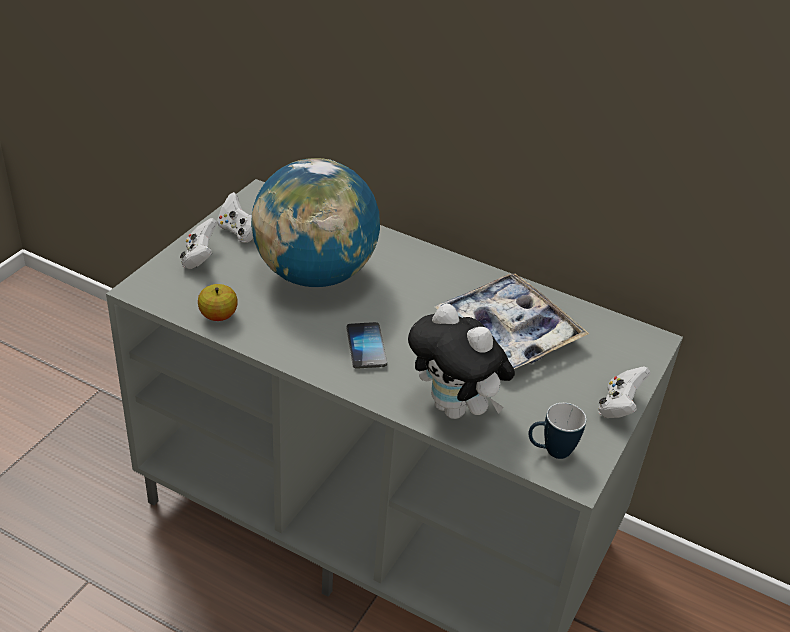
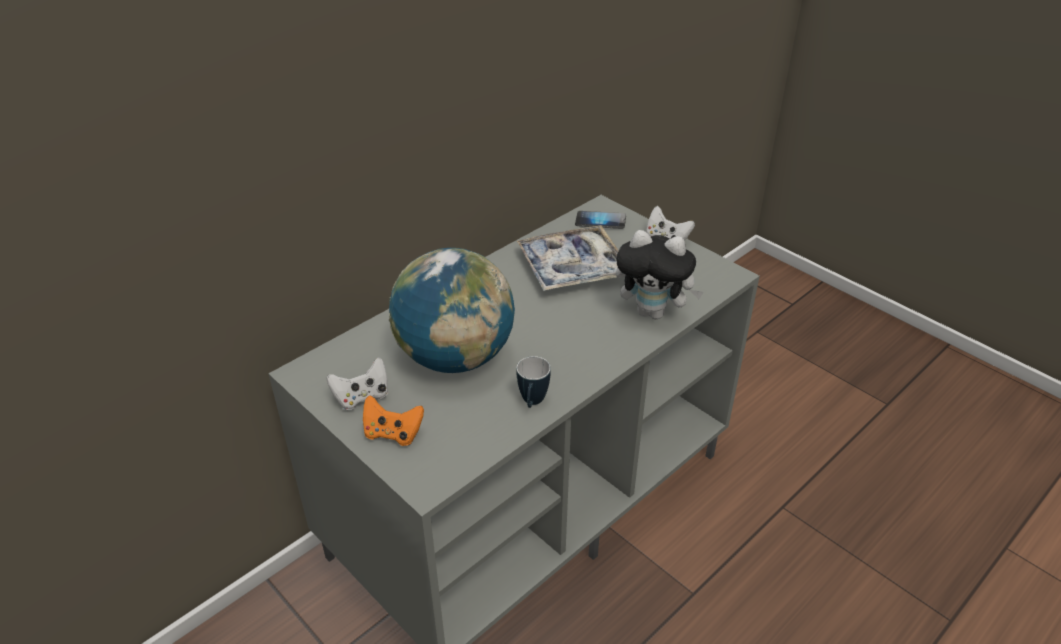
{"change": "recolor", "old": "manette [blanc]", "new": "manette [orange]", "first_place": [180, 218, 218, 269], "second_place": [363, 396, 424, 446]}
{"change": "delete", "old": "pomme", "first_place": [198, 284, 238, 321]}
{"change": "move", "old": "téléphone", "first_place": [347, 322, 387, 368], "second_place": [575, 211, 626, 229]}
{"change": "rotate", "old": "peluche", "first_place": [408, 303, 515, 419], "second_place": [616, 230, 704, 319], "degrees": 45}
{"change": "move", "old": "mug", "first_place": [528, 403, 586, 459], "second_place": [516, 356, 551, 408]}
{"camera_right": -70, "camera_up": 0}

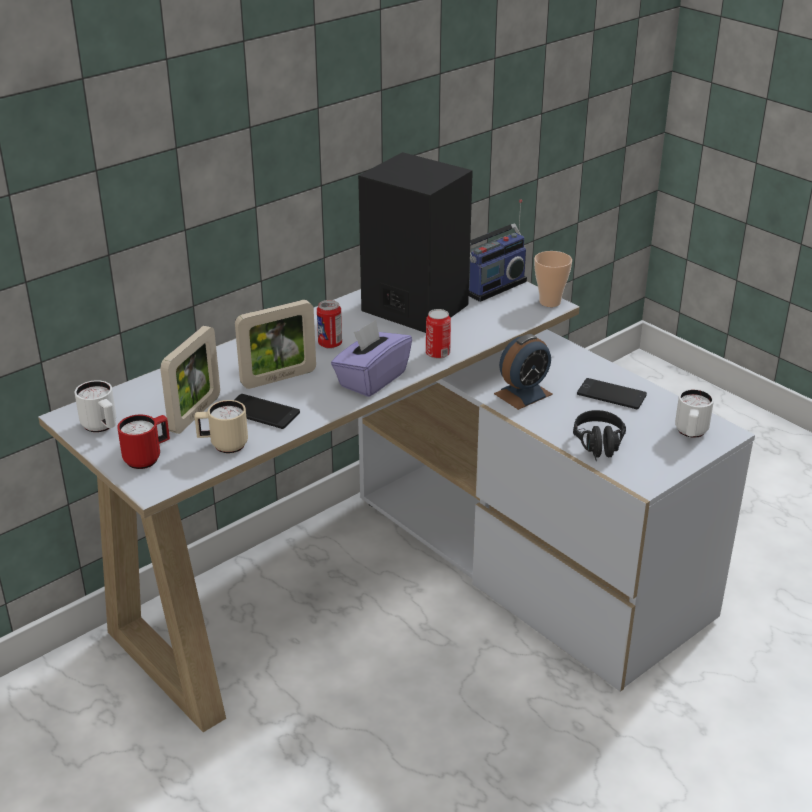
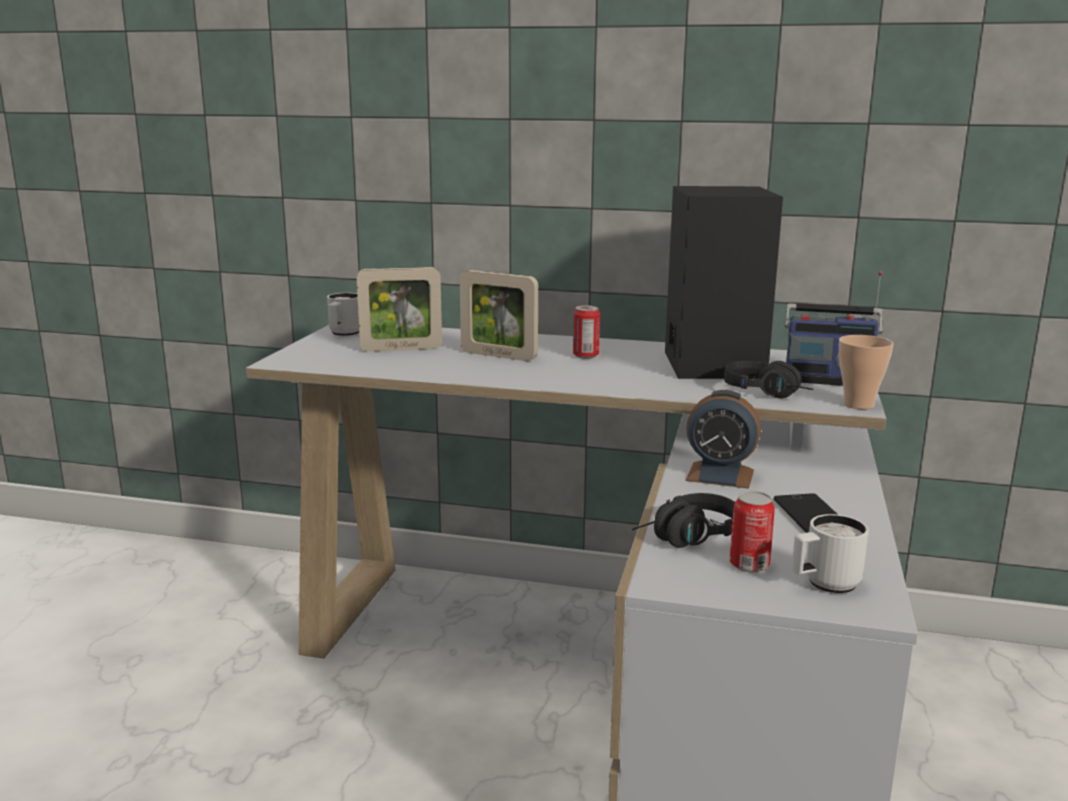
{"change": "delete", "old": "mug [rouge]", "first_place": [117, 415, 170, 469]}
{"change": "delete", "old": "mug [beige]", "first_place": [195, 400, 248, 453]}
{"change": "delete", "old": "téléphone", "first_place": [234, 394, 300, 429]}
{"change": "delete", "old": "boîte à mouchoirs [violet]", "first_place": [331, 319, 412, 397]}
{"change": "move", "old": "boîte métallique", "first_place": [426, 309, 451, 359], "second_place": [729, 491, 775, 573]}
{"change": "insert", "new": "casque audio [noir]", "second_place": [724, 361, 813, 399]}
{"camera_right": 55, "camera_up": -15}

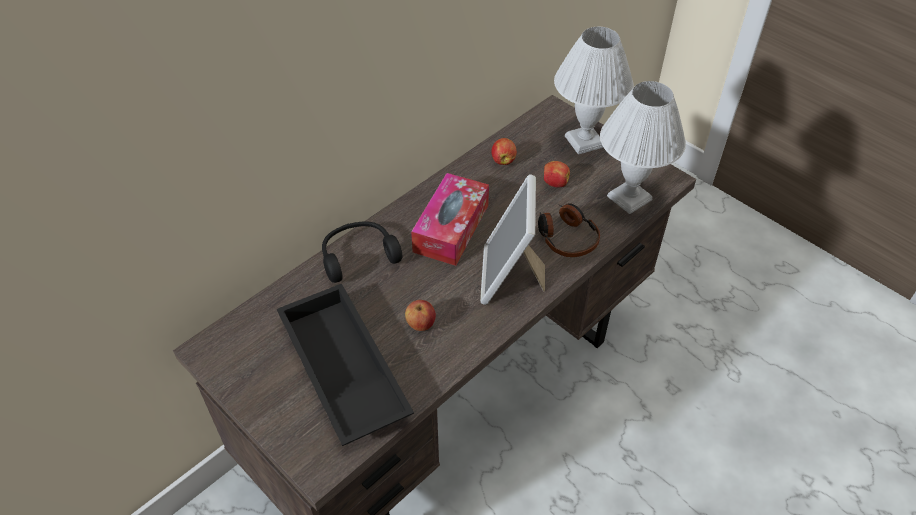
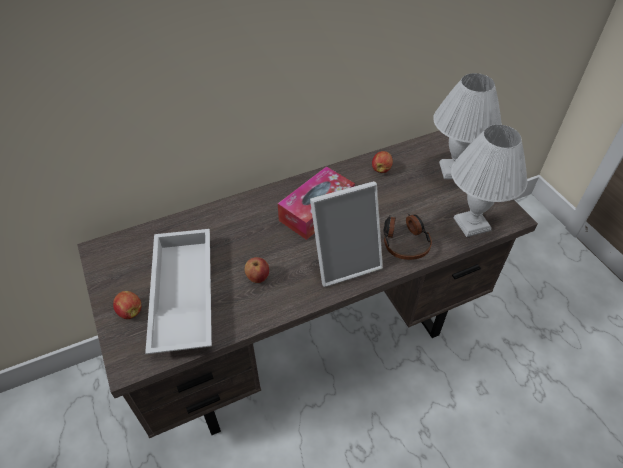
{"change": "recolor", "old": "plateau [noir]", "new": "plateau [blanc]", "first_place": [277, 283, 414, 446], "second_place": [145, 229, 212, 354]}
{"change": "delete", "old": "casque audio [noir]", "first_place": [322, 221, 402, 283]}
{"change": "rotate", "old": "cadre photo", "first_place": [480, 175, 545, 305], "second_place": [310, 181, 383, 287], "degrees": -135}
{"change": "move", "old": "pomme", "first_place": [544, 161, 570, 188], "second_place": [113, 291, 141, 319]}
{"camera_right": 20, "camera_up": 0}

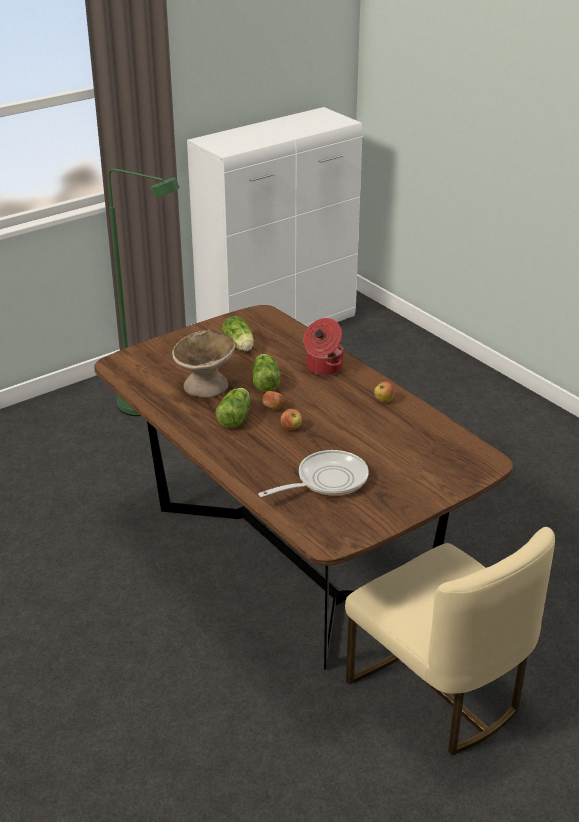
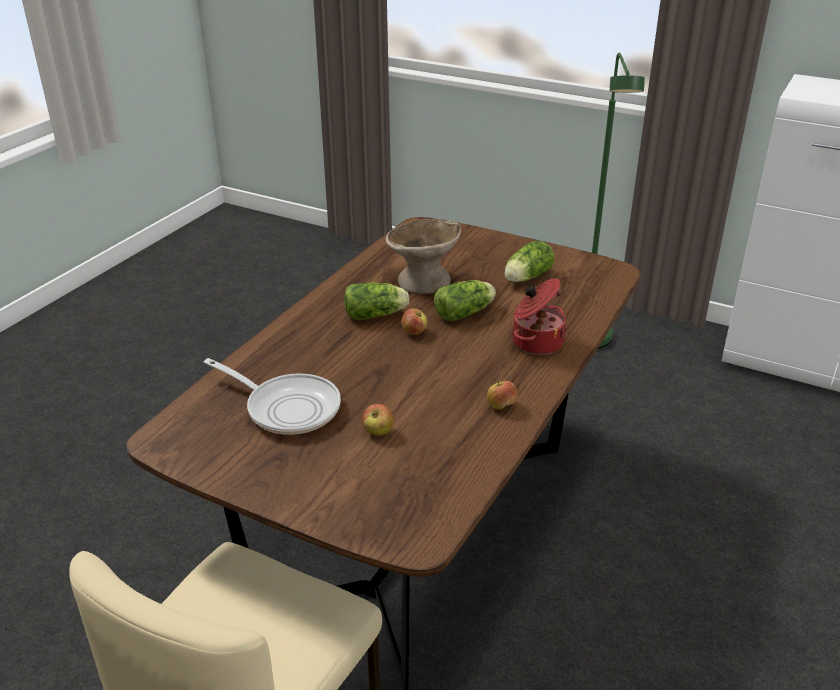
{"change": "move", "old": "pomme", "first_place": [281, 409, 302, 430], "second_place": [362, 404, 394, 436]}
{"camera_right": 65, "camera_up": 0}

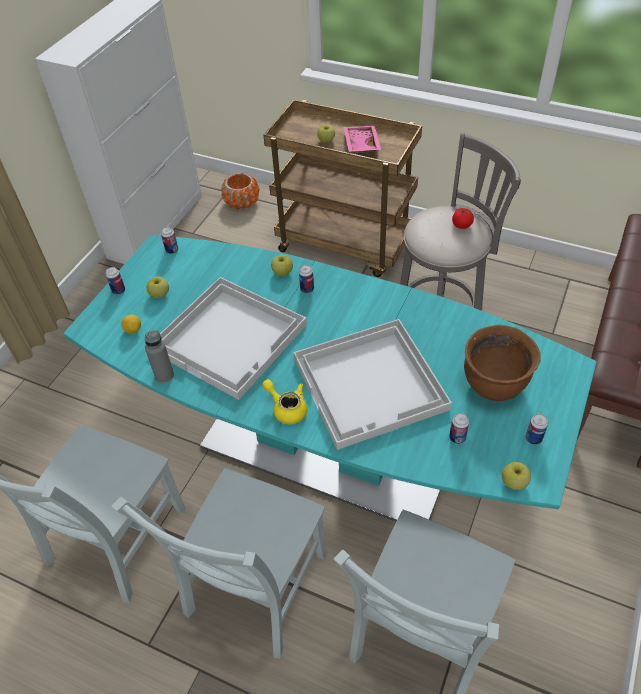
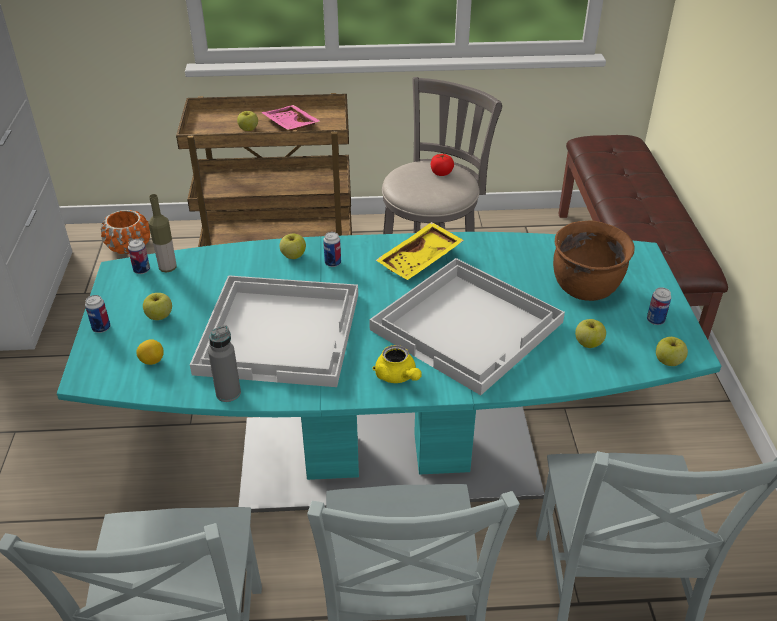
{"change": "rotate", "old": "théière [jaune]", "first_place": [262, 379, 307, 424], "second_place": [372, 345, 422, 383], "degrees": -135}
{"change": "replace", "old": "boîte métallique", "new": "pomme", "first_place": [449, 413, 469, 444], "second_place": [575, 319, 606, 348]}
{"change": "insert", "new": "bouteille", "second_place": [148, 194, 177, 272]}
{"change": "insert", "new": "plateau [jaune]", "second_place": [376, 222, 464, 280]}
{"camera_right": -30, "camera_up": -10}

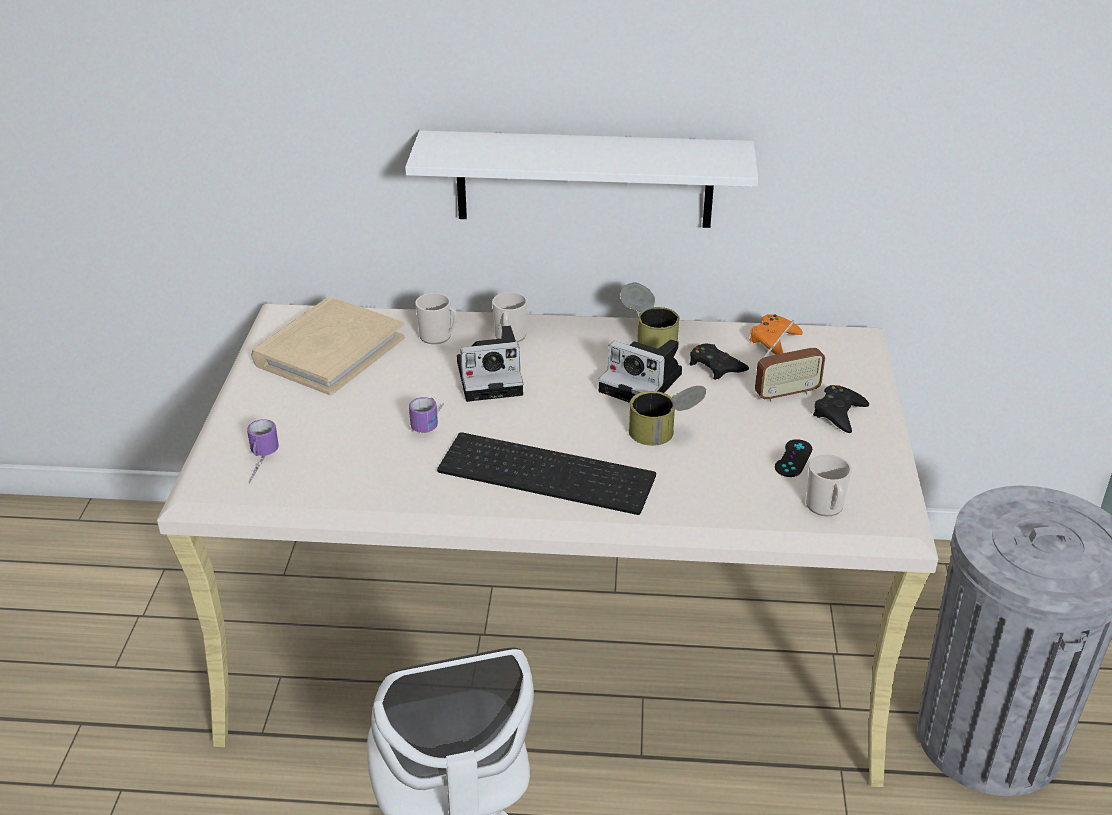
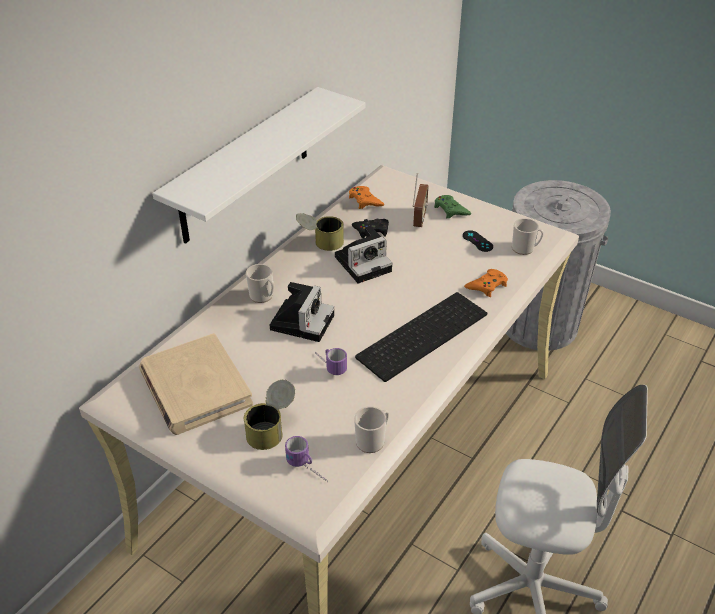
{"change": "move", "old": "mug", "first_place": [415, 293, 457, 344], "second_place": [354, 406, 389, 453]}
{"change": "move", "old": "boîte métallique", "first_place": [629, 386, 706, 446], "second_place": [244, 380, 295, 450]}
{"change": "recolor", "old": "manette [noir]", "new": "manette [vert]", "first_place": [813, 385, 869, 433], "second_place": [434, 195, 471, 218]}
{"change": "insert", "new": "manette [orange]", "second_place": [464, 269, 508, 297]}
{"camera_right": -60, "camera_up": 5}

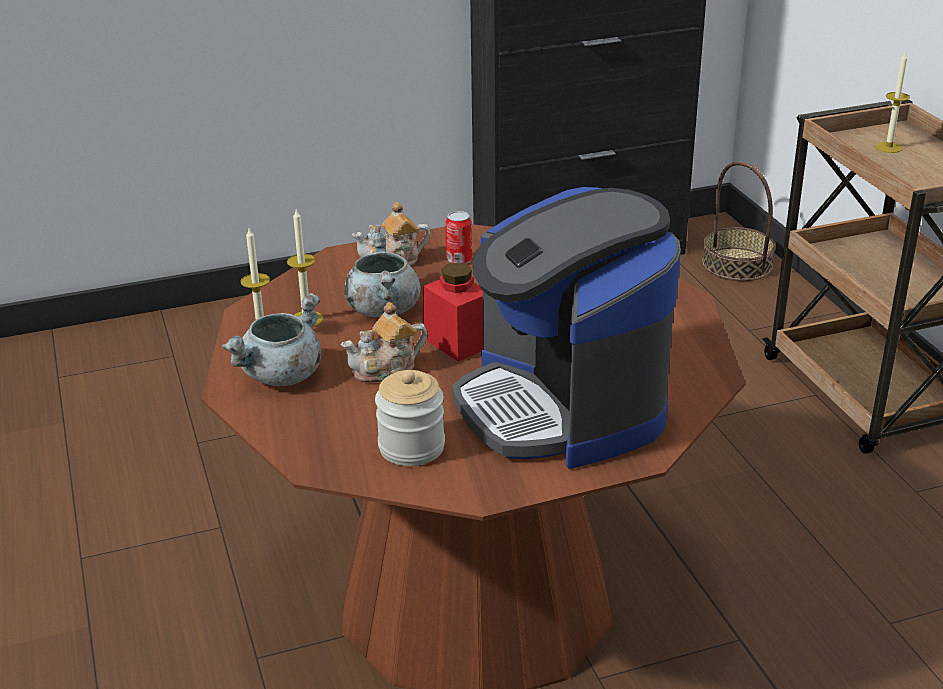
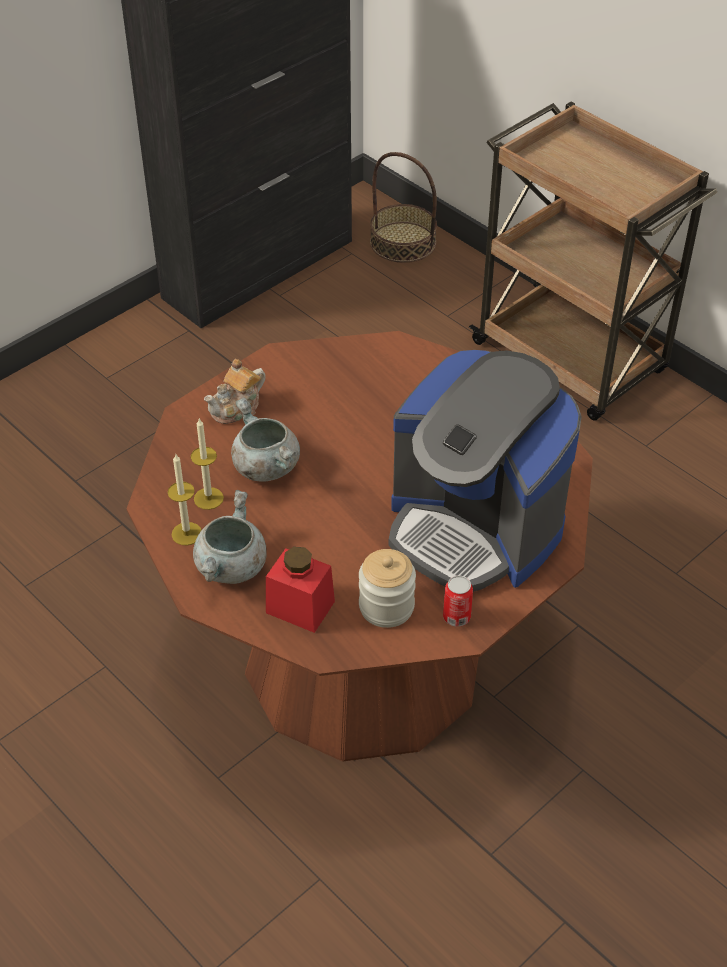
{"change": "delete", "old": "théière", "first_place": [341, 302, 427, 382]}
{"change": "move", "old": "bocal [rouge]", "first_place": [423, 262, 483, 362], "second_place": [266, 547, 335, 633]}
{"change": "move", "old": "boîte métallique", "first_place": [445, 211, 472, 264], "second_place": [443, 576, 473, 627]}
{"change": "delete", "old": "bougie", "first_place": [875, 51, 910, 153]}
{"camera_right": -25, "camera_up": 15}

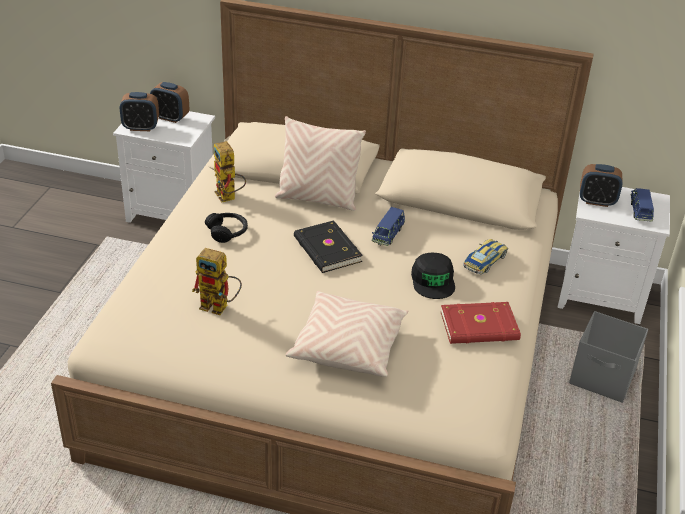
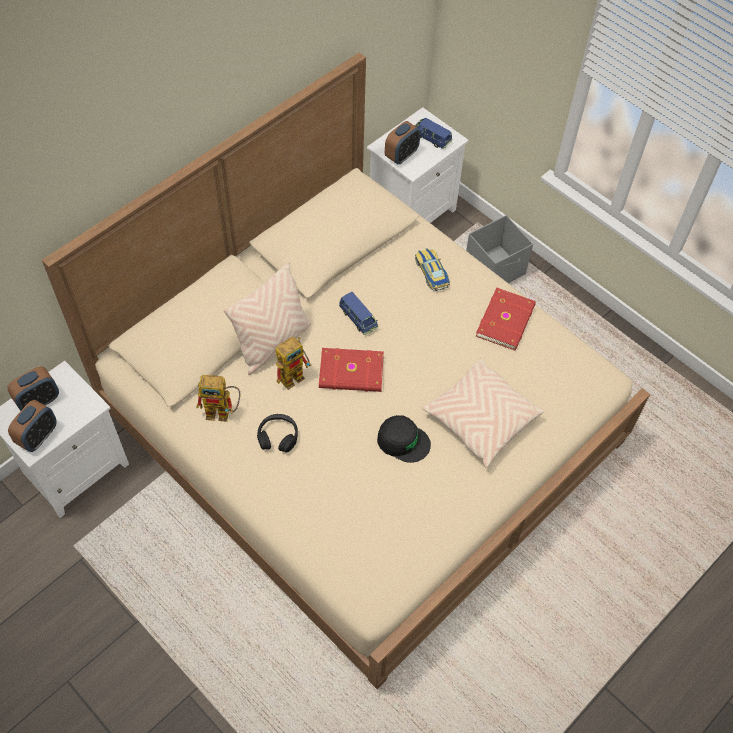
{"change": "move", "old": "robot jouet", "first_place": [192, 248, 242, 315], "second_place": [276, 337, 312, 390]}
{"change": "recolor", "old": "livre [noir]", "new": "livre [rouge]", "first_place": [294, 220, 363, 273], "second_place": [319, 348, 384, 392]}
{"change": "move", "old": "casquette [noir]", "first_place": [411, 252, 455, 299], "second_place": [377, 415, 431, 463]}
{"camera_right": -60, "camera_up": 20}

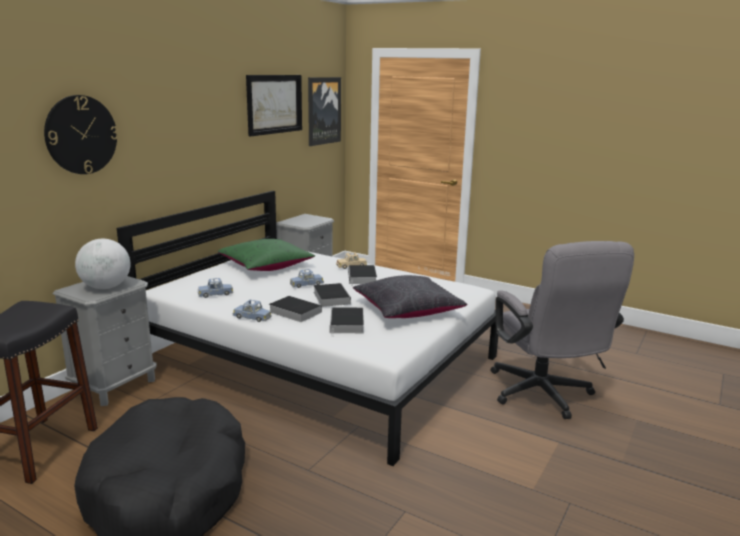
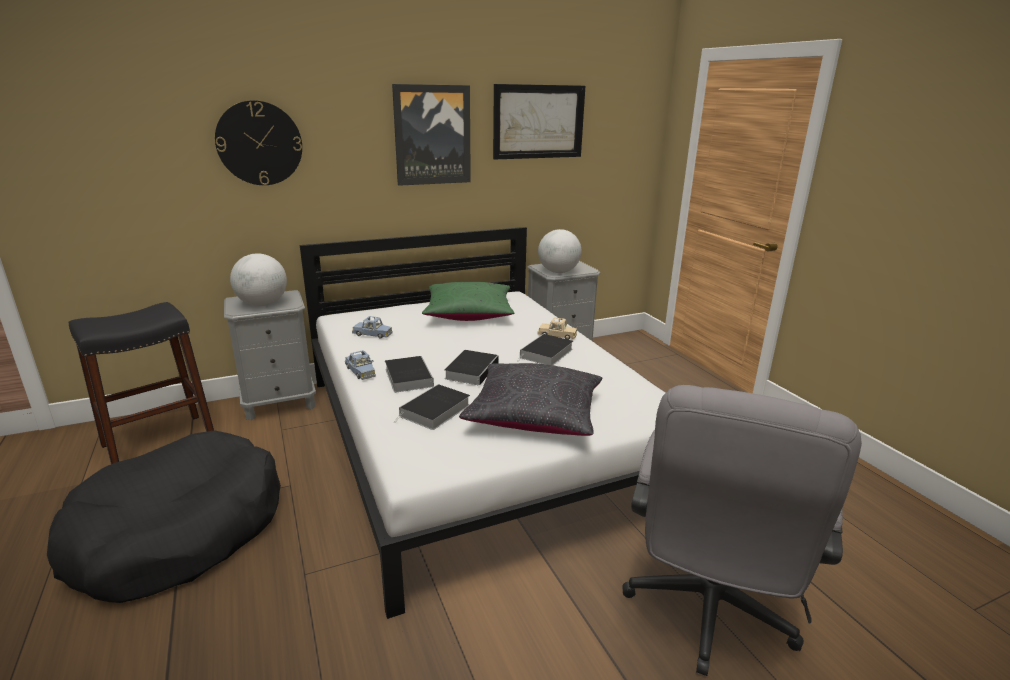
{"change": "delete", "old": "petite voiture [bleu]", "first_place": [290, 269, 324, 288]}
{"change": "move", "old": "tableau", "first_place": [308, 77, 341, 146], "second_place": [392, 84, 471, 186]}
{"change": "insert", "new": "globe", "second_place": [538, 229, 582, 273]}
{"camera_right": 35, "camera_up": 5}

